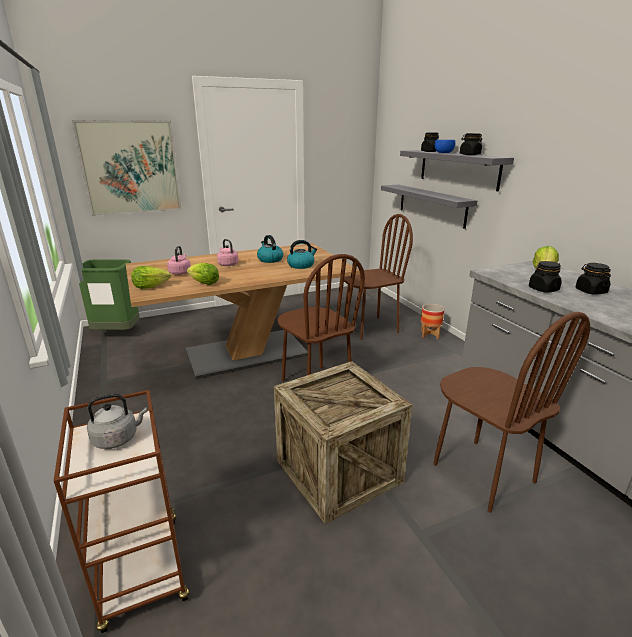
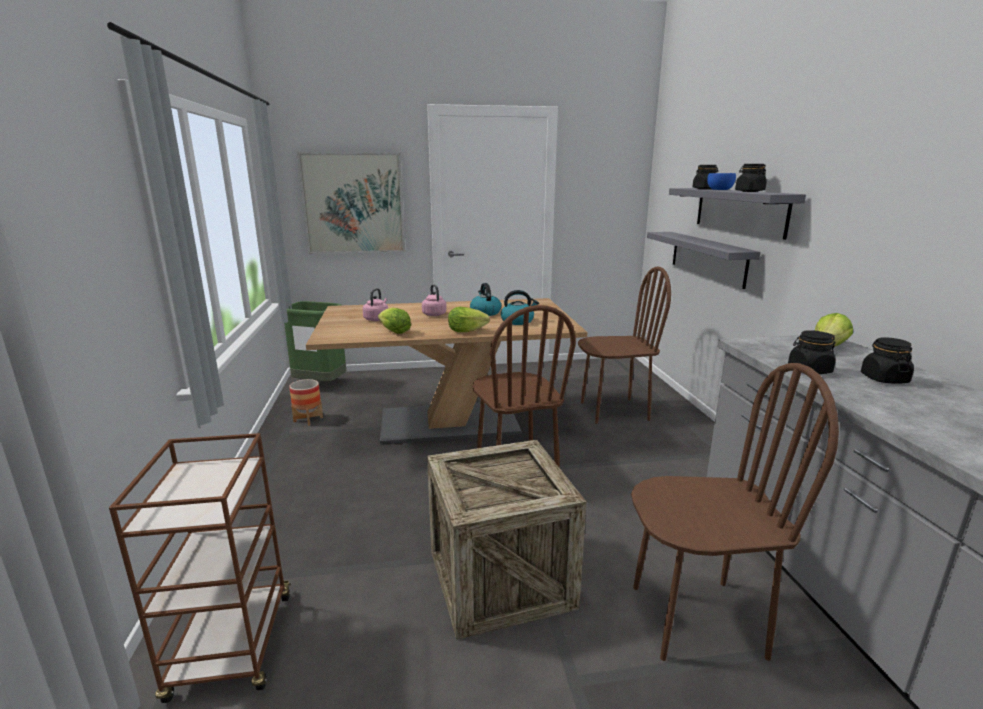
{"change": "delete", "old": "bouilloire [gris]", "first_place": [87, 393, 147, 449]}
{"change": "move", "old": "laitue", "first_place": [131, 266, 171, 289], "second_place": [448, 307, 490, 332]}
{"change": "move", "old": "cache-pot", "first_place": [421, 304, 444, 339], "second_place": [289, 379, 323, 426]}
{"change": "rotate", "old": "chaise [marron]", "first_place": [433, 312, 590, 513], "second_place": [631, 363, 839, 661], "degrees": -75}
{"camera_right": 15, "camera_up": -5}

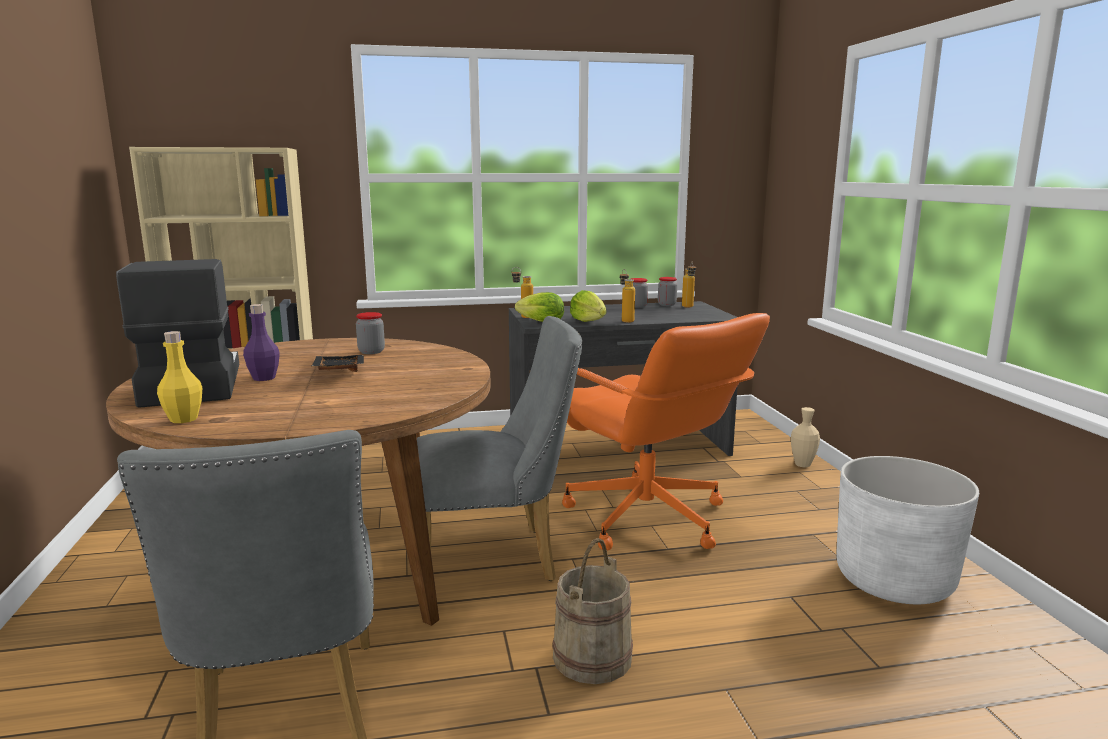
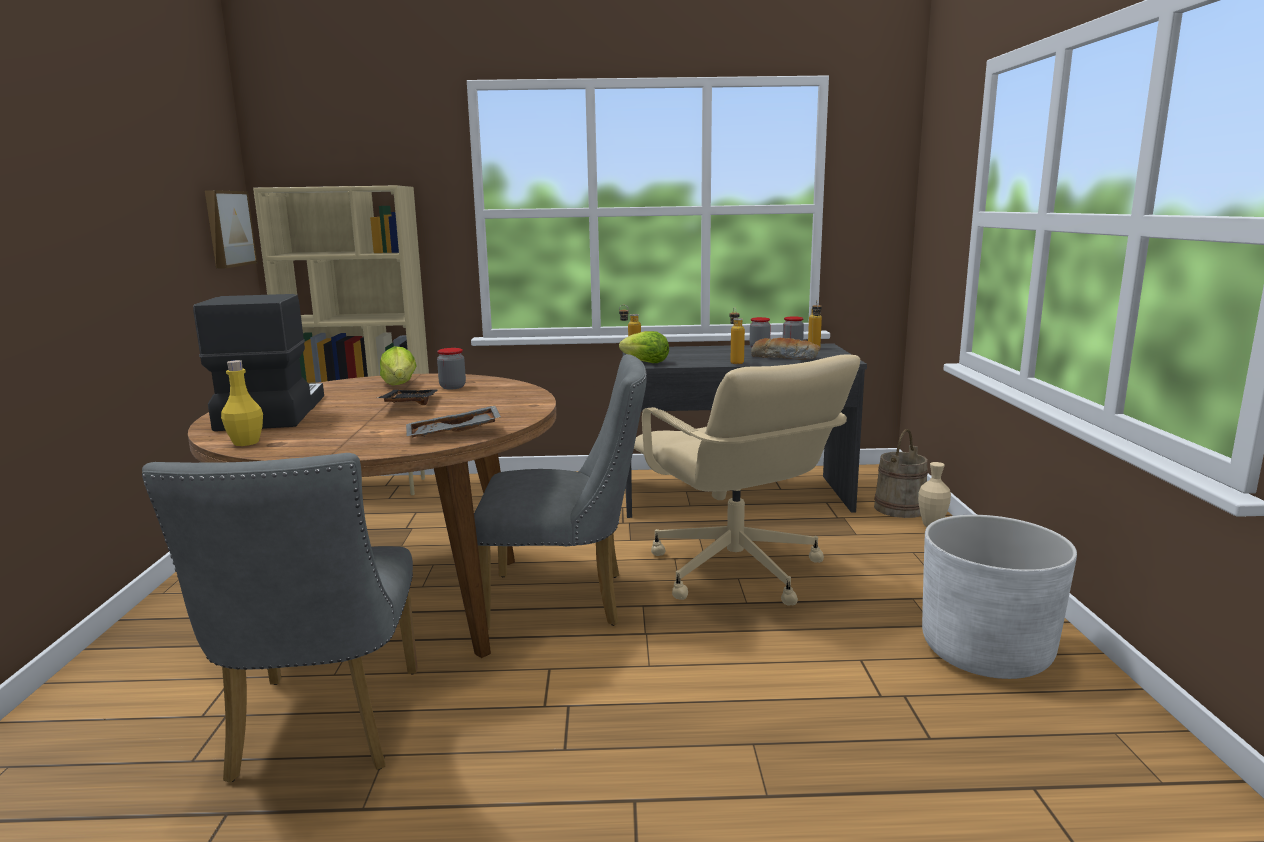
{"change": "delete", "old": "bouteille [violet]", "first_place": [243, 304, 280, 381]}
{"change": "move", "old": "seau [beige]", "first_place": [552, 538, 633, 684], "second_place": [874, 429, 928, 518]}
{"change": "recolor", "old": "chaise de bureau [orange]", "new": "chaise de bureau [beige]", "first_place": [562, 313, 770, 550], "second_place": [634, 355, 860, 605]}
{"change": "move", "old": "laitue", "first_place": [570, 290, 606, 322], "second_place": [380, 346, 417, 385]}
{"change": "insert", "new": "tableau", "second_place": [205, 190, 257, 269]}
{"change": "insert", "new": "plateau [gris]", "second_place": [406, 405, 501, 437]}
{"change": "insert", "new": "pain", "second_place": [751, 338, 820, 359]}
{"camera_right": 10, "camera_up": 0}

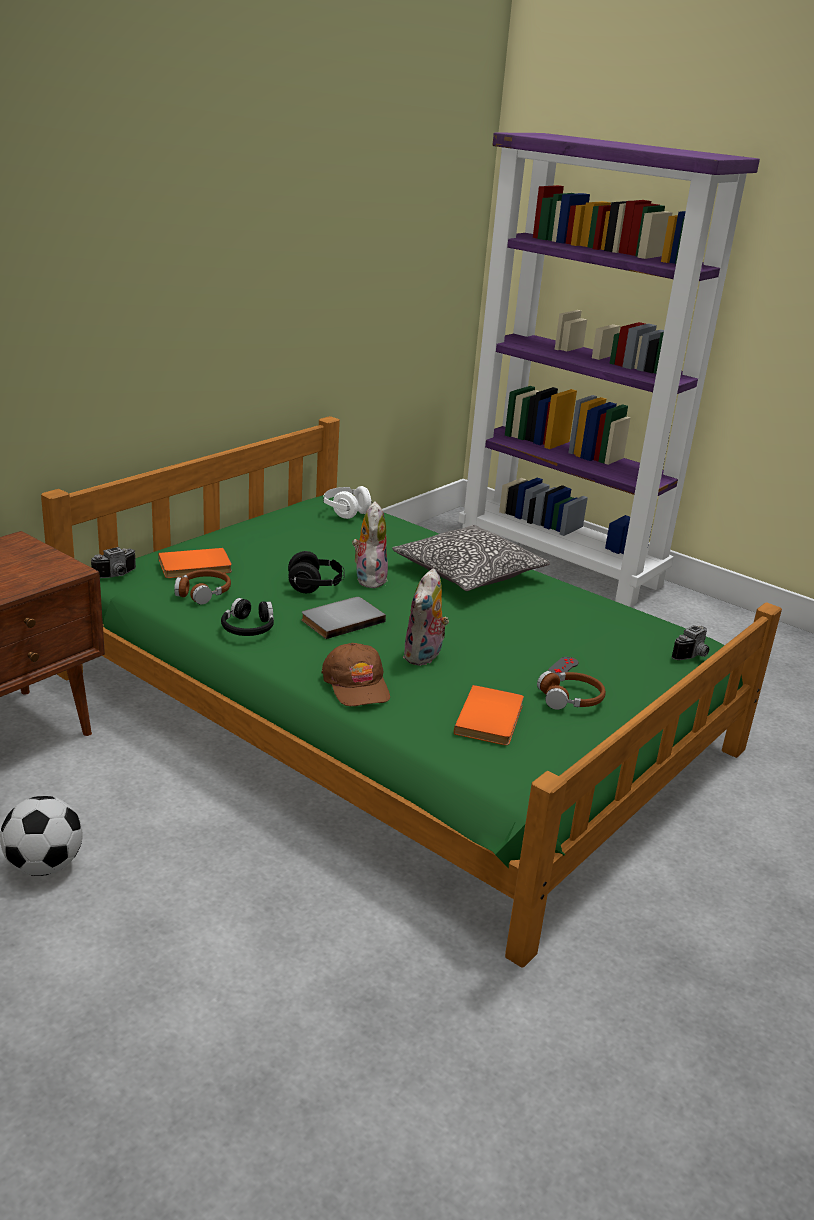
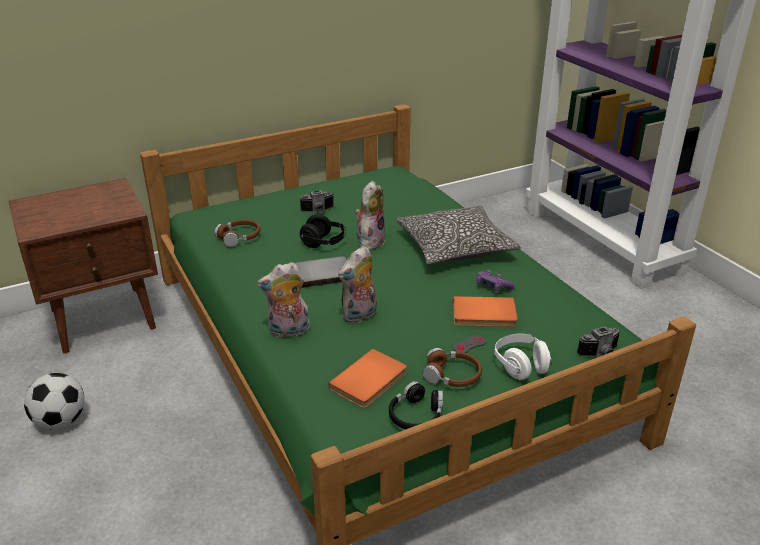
{"change": "move", "old": "appareil photo", "first_place": [90, 547, 136, 578], "second_place": [299, 190, 334, 212]}
{"change": "move", "old": "livre [orange]", "first_place": [158, 548, 232, 578], "second_place": [453, 296, 518, 327]}
{"change": "move", "old": "casque audio [noir]", "first_place": [221, 598, 274, 636], "second_place": [389, 381, 443, 430]}
{"change": "replace", "old": "casquette [marron]", "new": "peluche", "first_place": [321, 643, 390, 707], "second_place": [257, 262, 310, 338]}
{"change": "move", "old": "casque audio [blanc]", "first_place": [323, 486, 373, 519], "second_place": [494, 334, 552, 380]}
{"change": "insert", "new": "manette [violet]", "second_place": [476, 270, 514, 293]}
{"camera_right": 25, "camera_up": 5}

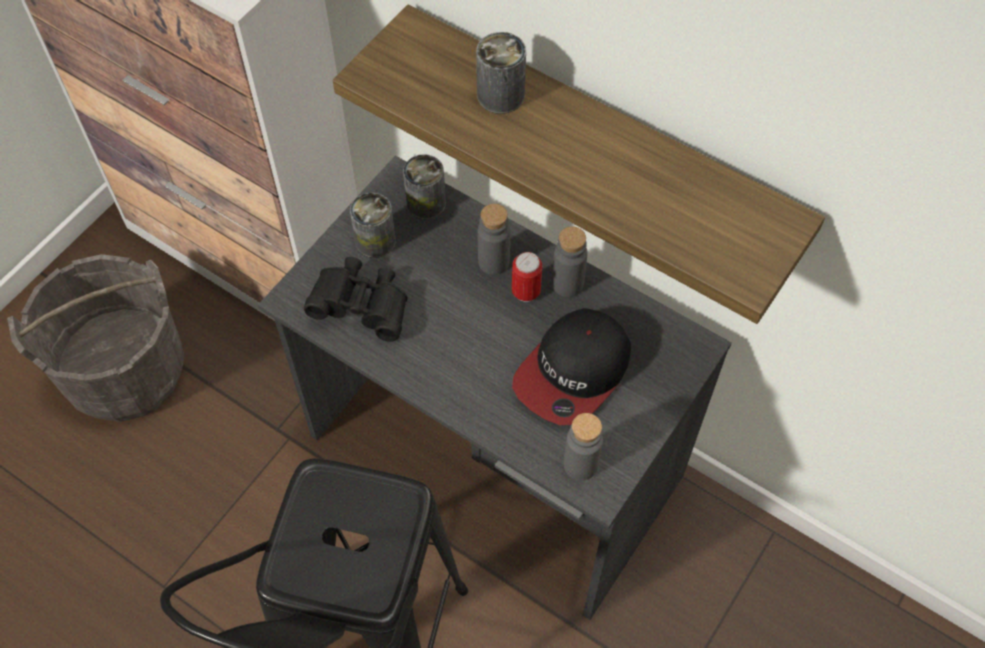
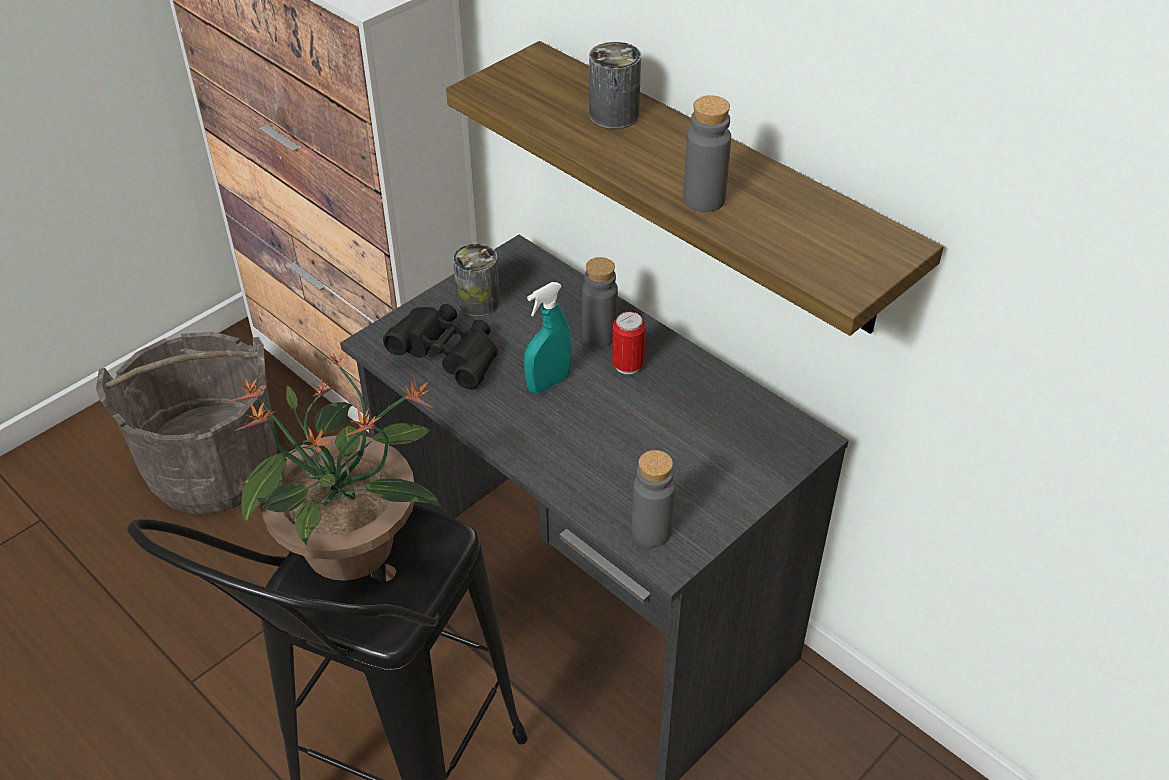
{"change": "delete", "old": "boîte métallique", "first_place": [403, 154, 446, 219]}
{"change": "delete", "old": "casquette", "first_place": [512, 308, 631, 425]}
{"change": "move", "old": "bouteille [gris]", "first_place": [552, 226, 588, 297], "second_place": [683, 95, 731, 212]}
{"change": "insert", "new": "plante en pot", "second_place": [231, 352, 441, 581]}
{"change": "insert", "new": "vaporisateur [turquoise]", "second_place": [524, 282, 571, 394]}
{"camera_right": 10, "camera_up": -15}

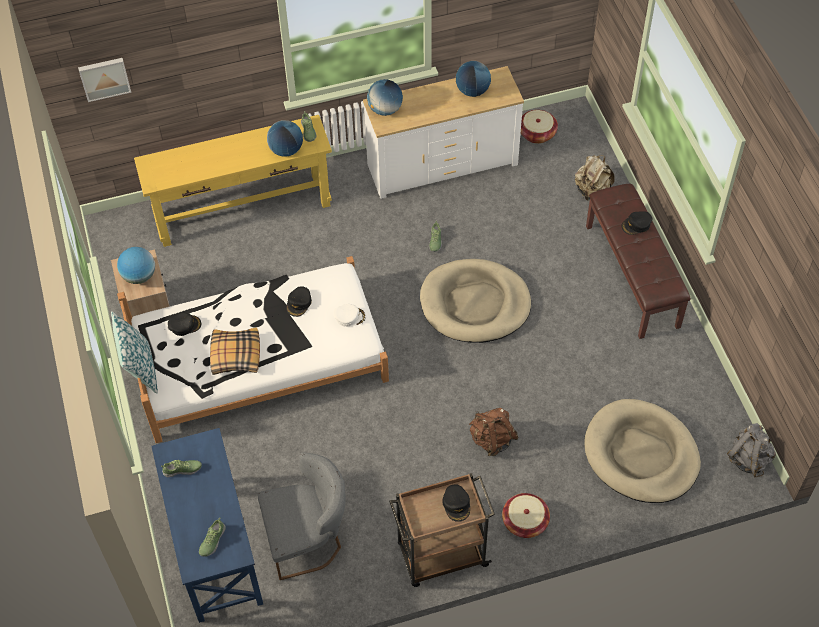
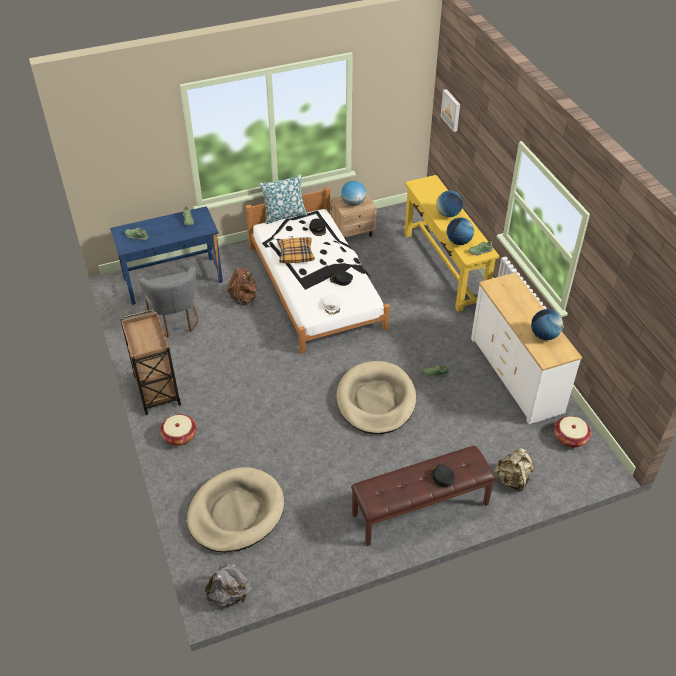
{"change": "move", "old": "globe", "first_place": [367, 79, 403, 116], "second_place": [436, 190, 463, 217]}
{"change": "delete", "old": "casquette [noir]", "first_place": [443, 484, 470, 522]}
{"change": "move", "old": "sac à dos [marron]", "first_place": [469, 408, 519, 456], "second_place": [227, 268, 256, 306]}
{"camera_right": 85, "camera_up": -10}

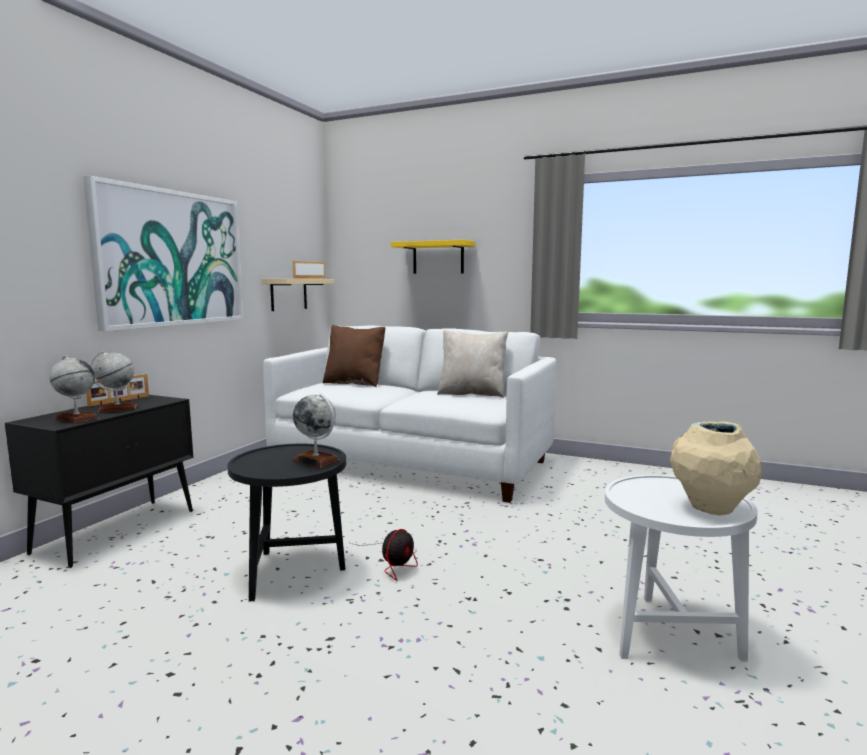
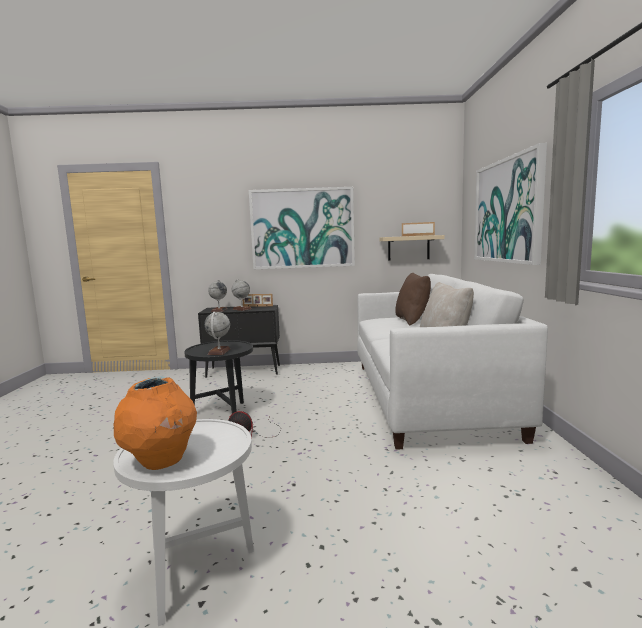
{"change": "replace", "old": "étagère [jaune]", "new": "tableau", "first_place": [391, 240, 475, 274], "second_place": [474, 143, 547, 265]}
{"change": "recolor", "old": "vase [beige]", "new": "vase [orange]", "first_place": [670, 421, 762, 515], "second_place": [114, 376, 197, 470]}
{"camera_right": 65, "camera_up": 0}

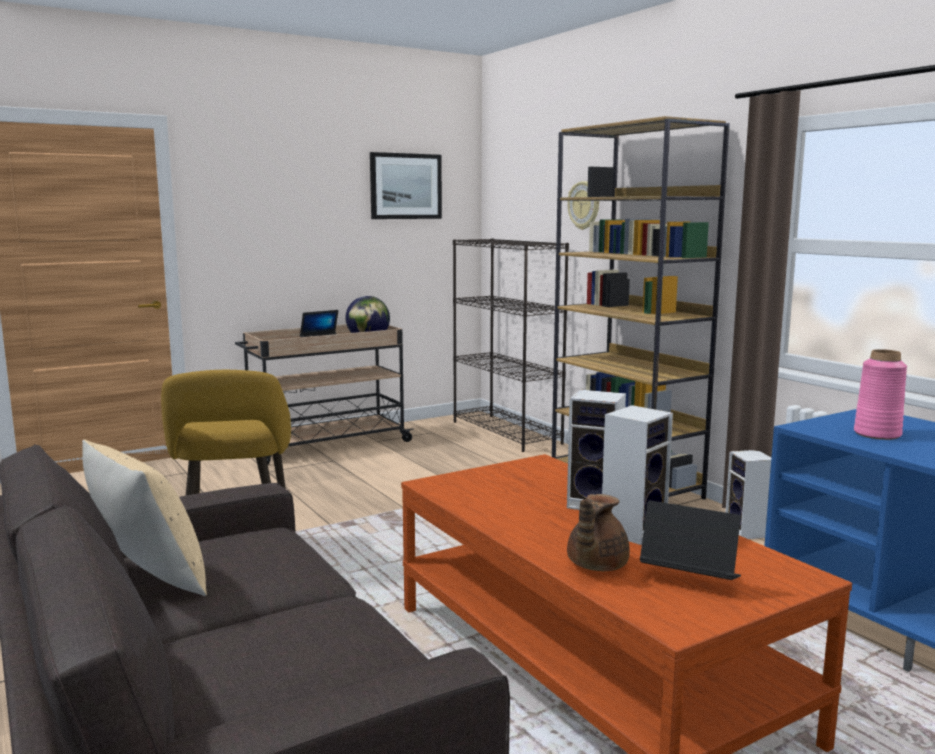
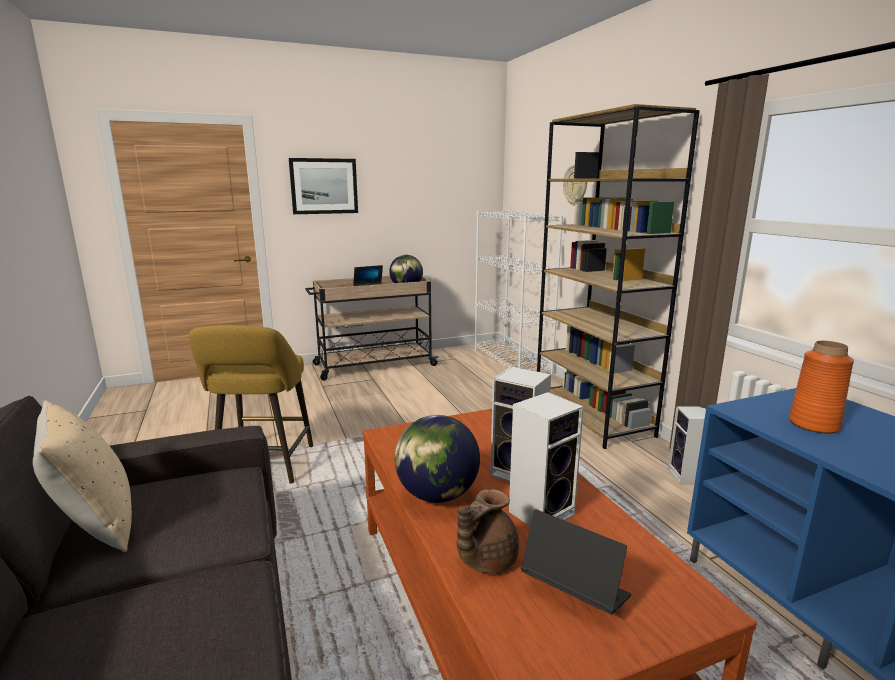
{"change": "move", "old": "tableau", "first_place": [370, 152, 442, 219], "second_place": [289, 158, 358, 214]}
{"change": "recolor", "old": "bibliothèque [noir]", "new": "bibliothèque [blanc]", "first_place": [453, 238, 569, 452], "second_place": [475, 210, 563, 376]}
{"change": "recolor", "old": "vase [rose]", "new": "vase [orange]", "first_place": [854, 349, 907, 440], "second_place": [789, 341, 854, 434]}
{"change": "insert", "new": "globe", "second_place": [394, 415, 480, 503]}
{"camera_right": 10, "camera_up": 5}

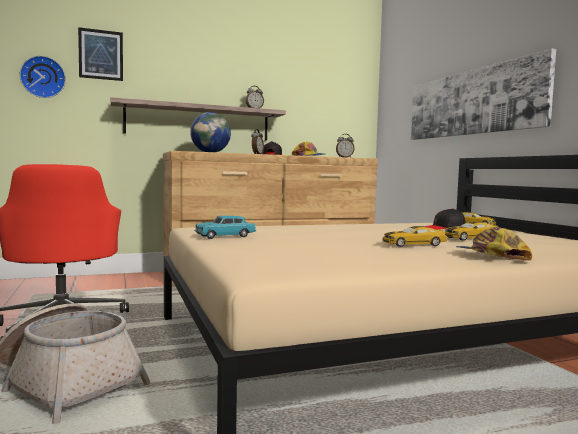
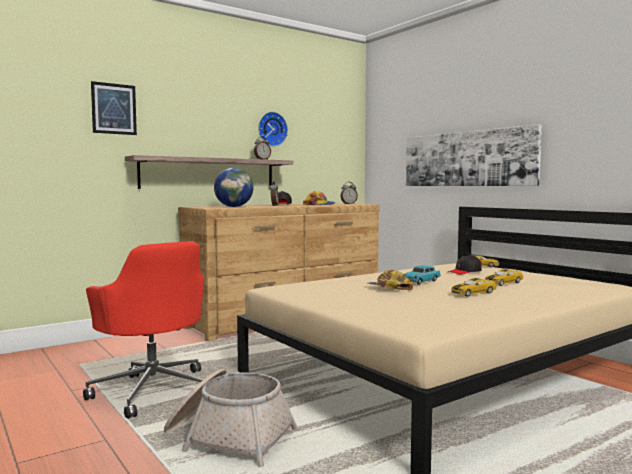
{"change": "move", "old": "horloge murale", "first_place": [20, 56, 66, 98], "second_place": [258, 112, 288, 146]}
{"change": "move", "old": "petite voiture [turquoise]", "first_place": [194, 216, 256, 239], "second_place": [404, 265, 441, 285]}
{"change": "move", "old": "casquette", "first_place": [456, 227, 532, 260], "second_place": [367, 269, 413, 290]}
{"camera_right": -15, "camera_up": 0}

